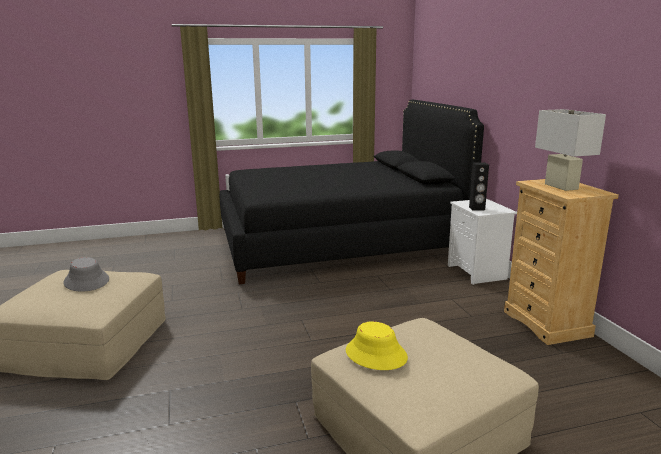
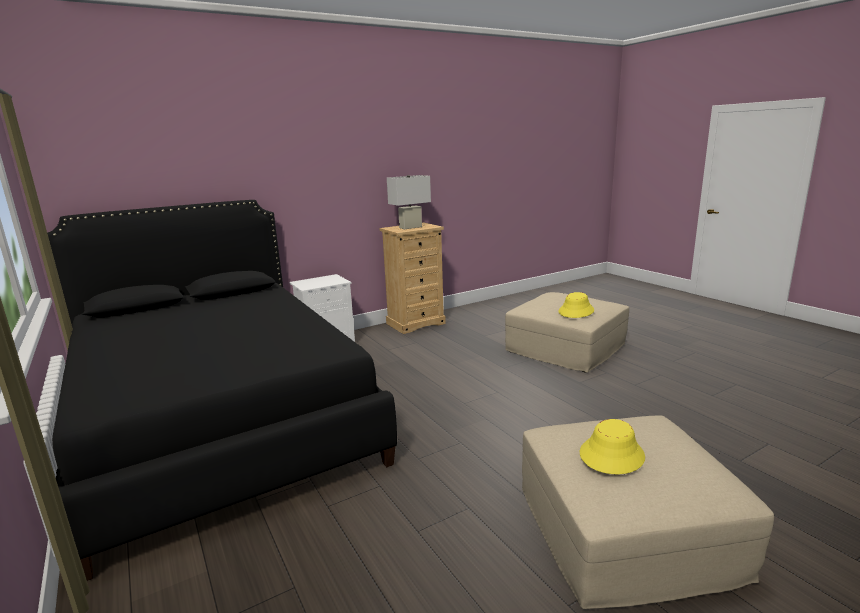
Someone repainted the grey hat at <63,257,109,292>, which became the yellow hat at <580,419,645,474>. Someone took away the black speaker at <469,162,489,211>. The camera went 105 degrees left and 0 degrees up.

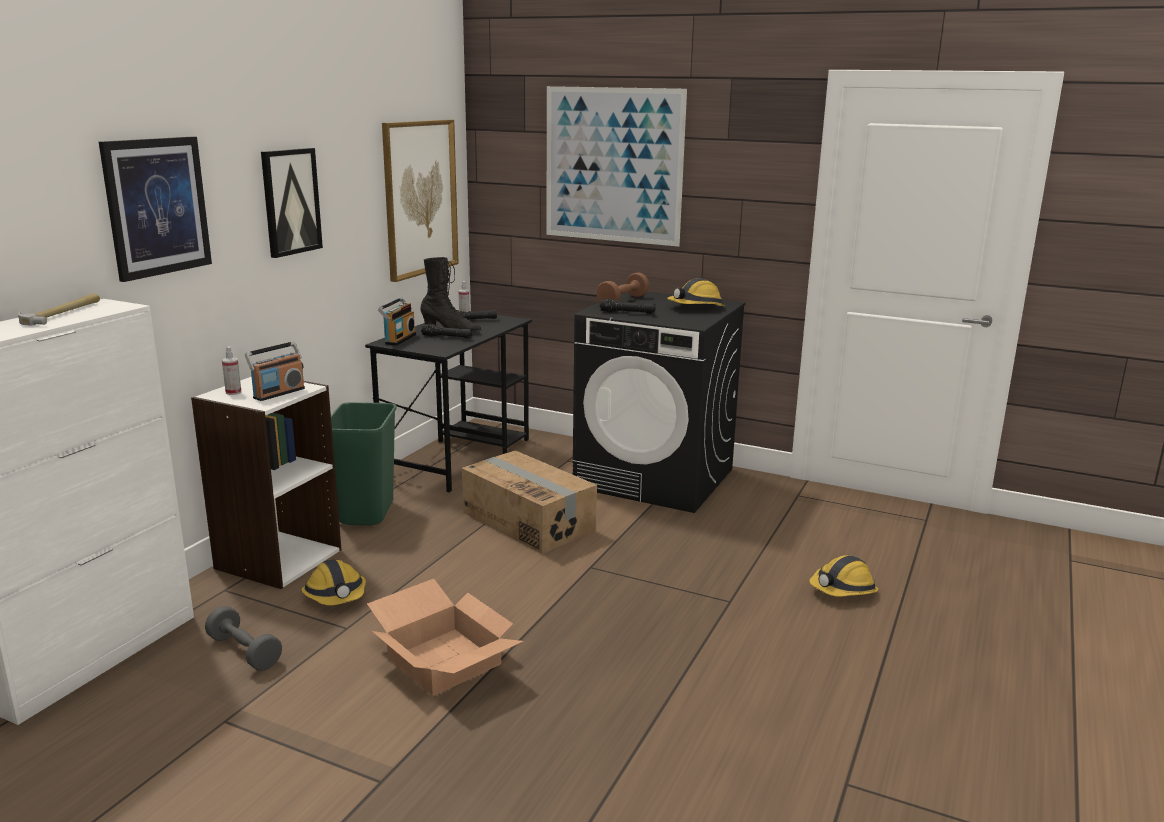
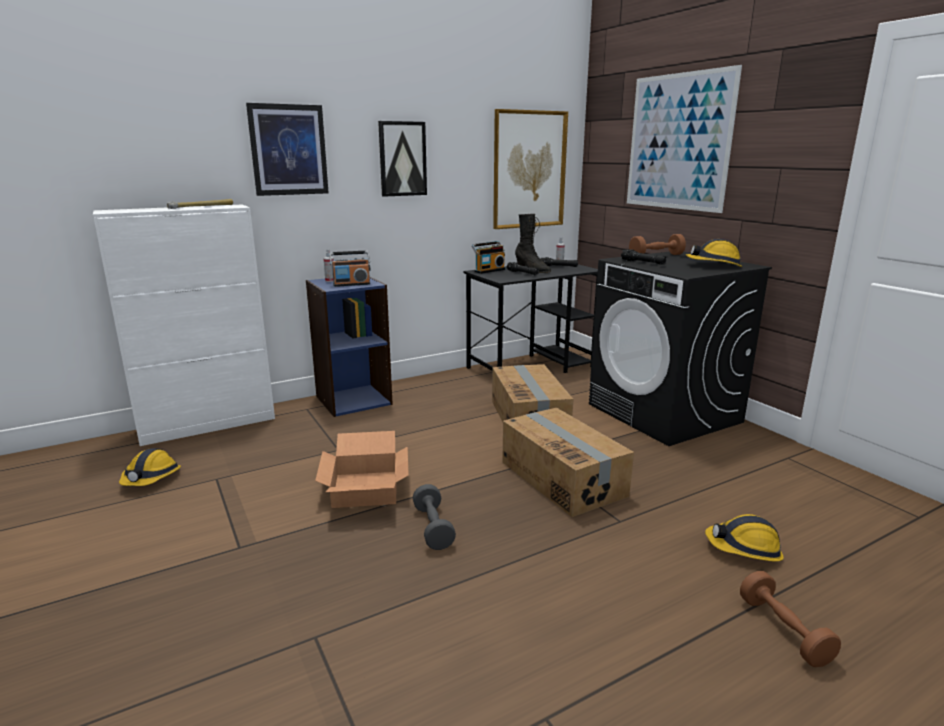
Someone carried the hard hat from <301,559,366,606> to <119,448,181,486>. Someone repainted the white bookcase at <191,377,341,589>, which became the blue bookcase at <306,276,393,417>. Someone carried the grey dumbbell from <205,606,282,671> to <413,484,456,550>. Someone put down the cardboard box at <502,408,634,517>. Someone put down the brown dumbbell at <740,571,841,667>. Someone took away the green trash can at <331,402,397,526>. The camera went 35 degrees right and 0 degrees up.

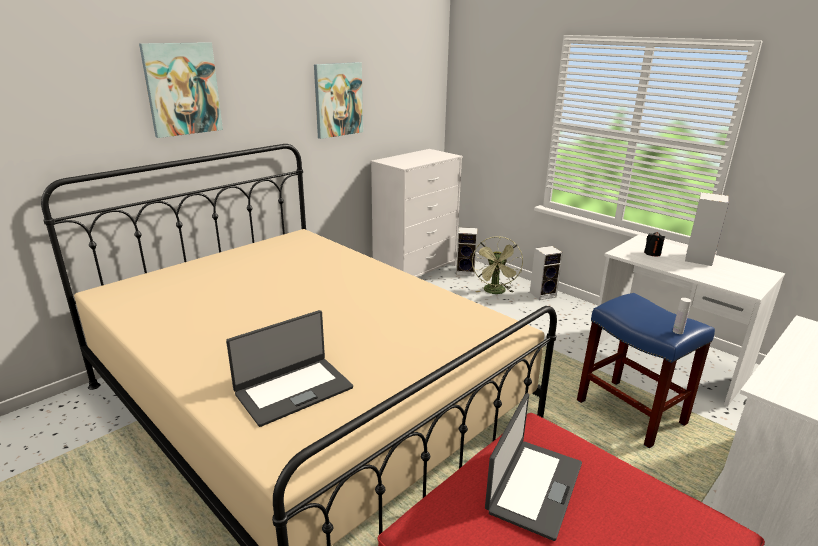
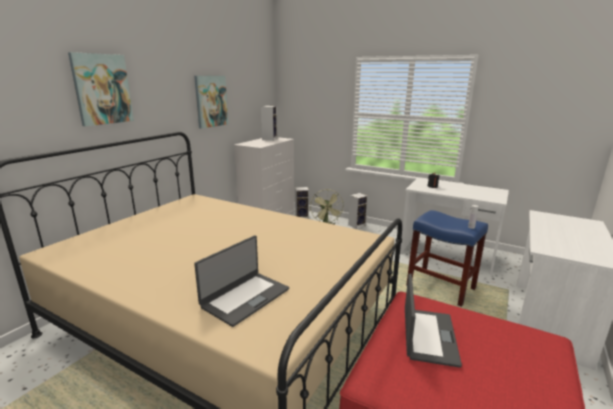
Someone carried the speaker from <685,192,729,266> to <261,106,278,141>. The camera went 15 degrees left and 5 degrees down.

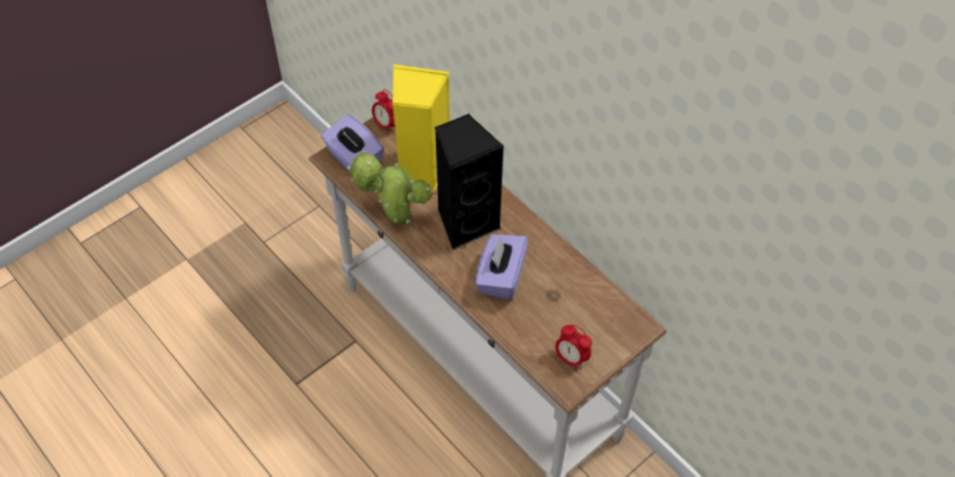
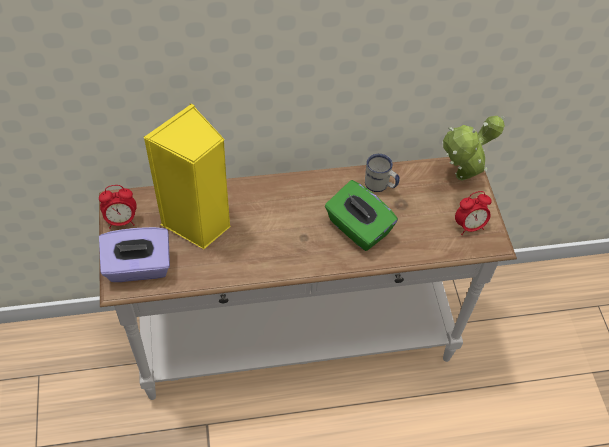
Someone repainted the purple tissue box at <475,234,528,300>, which became the green tissue box at <325,180,398,251>. Someone put down the white mug at <365,154,400,192>. Someone carried the potted plant from <347,150,432,225> to <442,115,505,181>. Someone took away the black speaker at <435,114,504,250>. The camera went 60 degrees left and 0 degrees up.

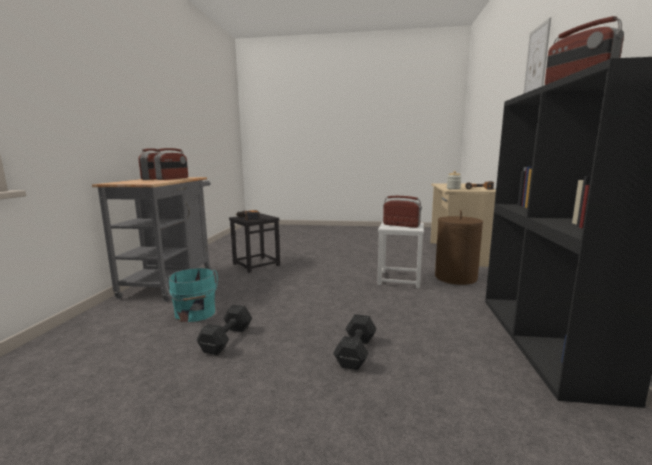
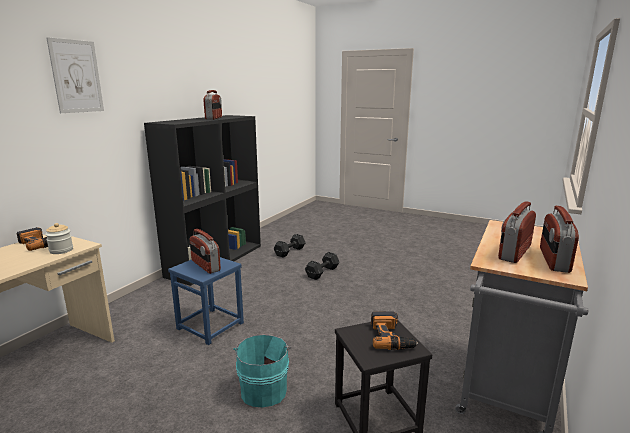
Someone repainted the white stool at <377,222,424,288>, which became the blue stool at <168,257,244,345>. Someone carried the turquoise bucket from <166,268,218,322> to <234,335,291,407>. Someone carried the black dumbbell from <197,305,252,355> to <274,234,306,257>. Someone took away the brown laundry basket at <435,210,483,285>. The camera went 160 degrees left and 5 degrees up.

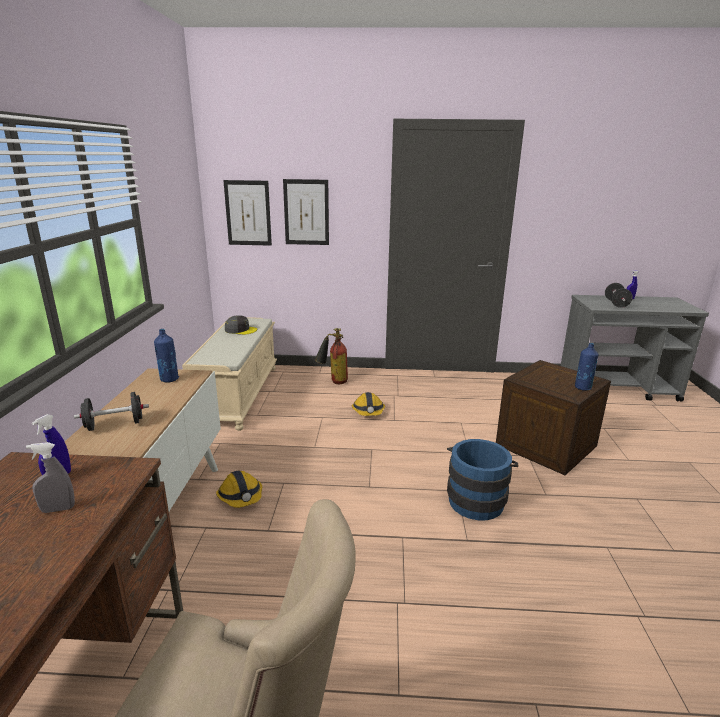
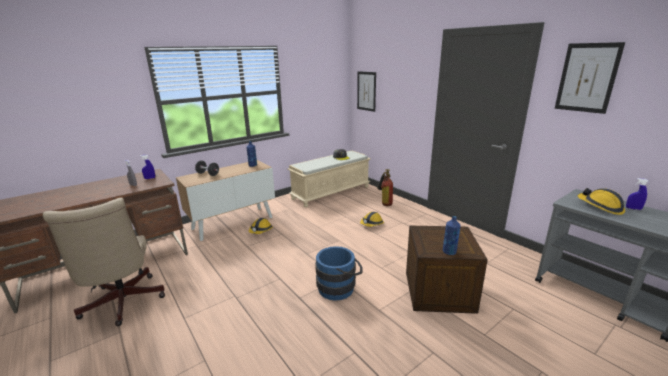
Someone carried the picture from <283,179,329,245> to <555,42,625,114>. Someone swapped the black dumbbell at <605,283,633,308> for the hard hat at <578,188,625,215>. The camera went 50 degrees right and 0 degrees up.

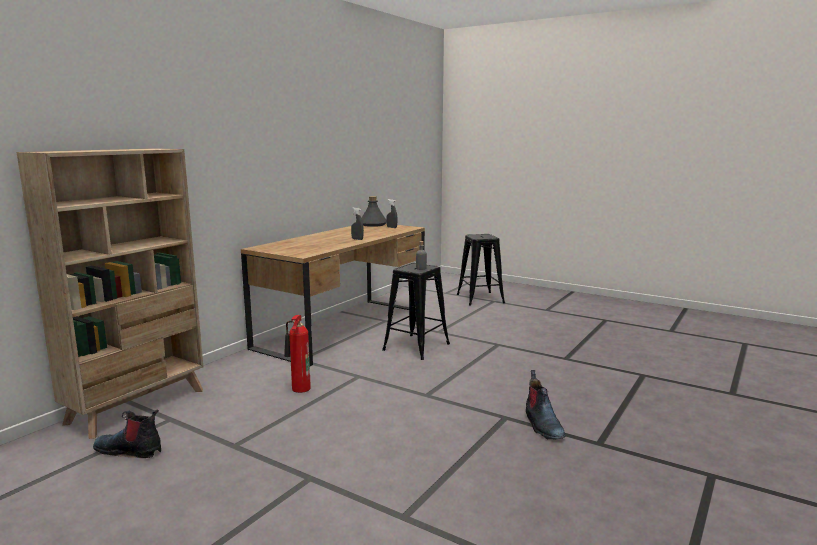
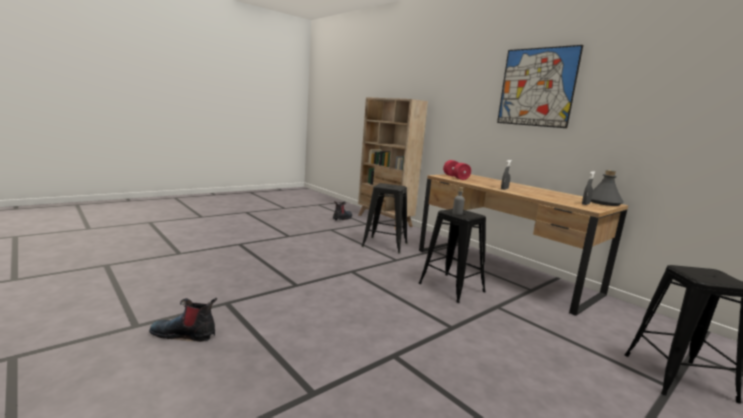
Someone carried the boot from <526,370,566,440> to <149,298,217,342>. Someone swapped the fire extinguisher at <284,315,311,393> for the black stool at <361,183,408,254>. Someone put down the red dumbbell at <443,160,471,180>. Someone put up the picture at <497,45,583,128>. The camera went 105 degrees right and 0 degrees up.

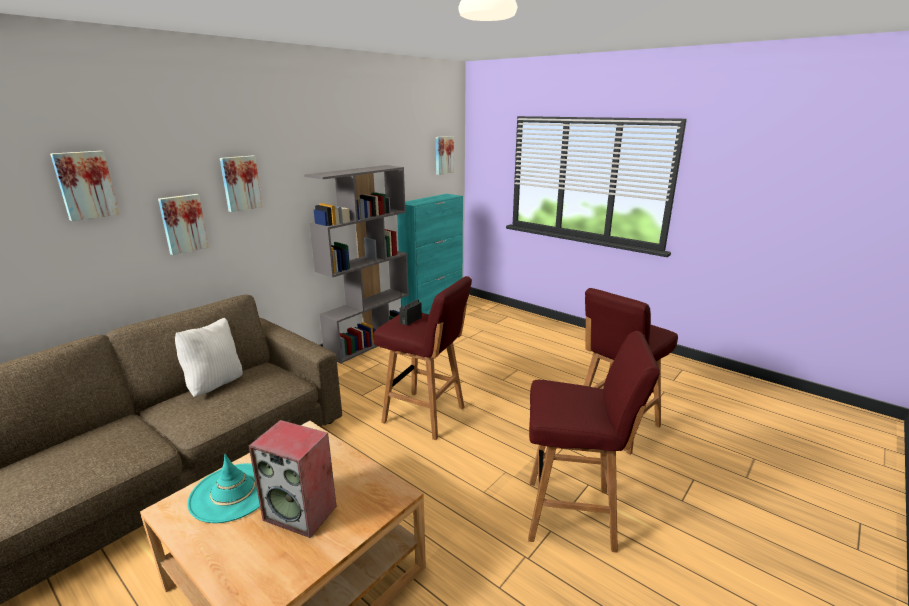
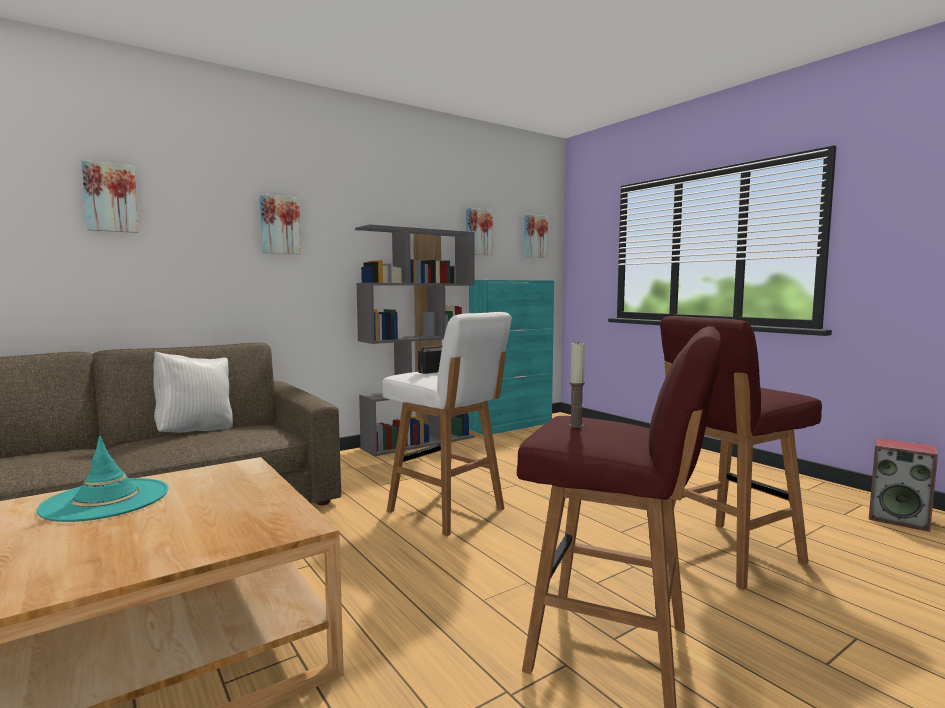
Someone repainted the red stool at <374,276,472,440>, which became the white stool at <382,312,512,536>. Someone carried the picture from <158,194,209,255> to <466,208,493,256>. Someone put down the candle at <569,341,585,428>. Someone carried the speaker from <249,420,336,538> to <869,438,938,532>. The camera went 15 degrees right and 15 degrees down.

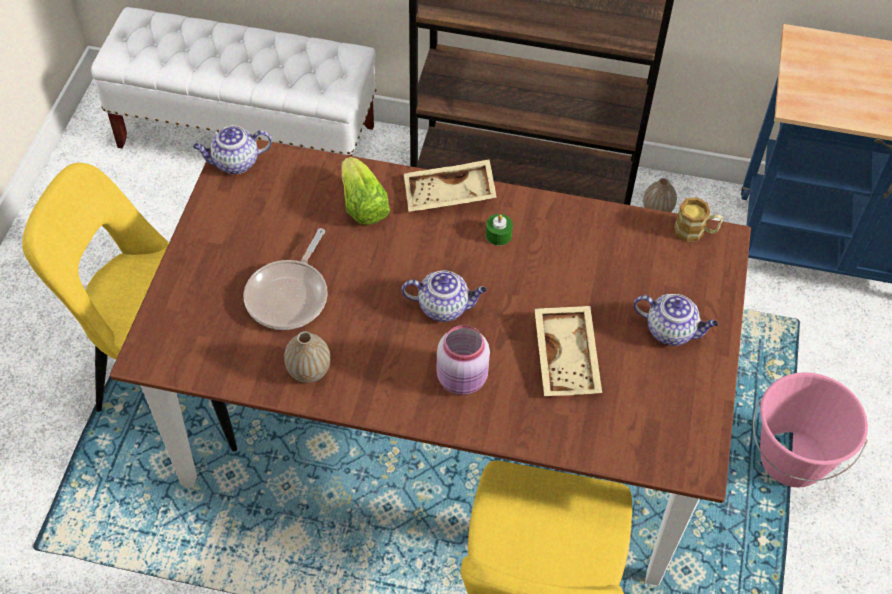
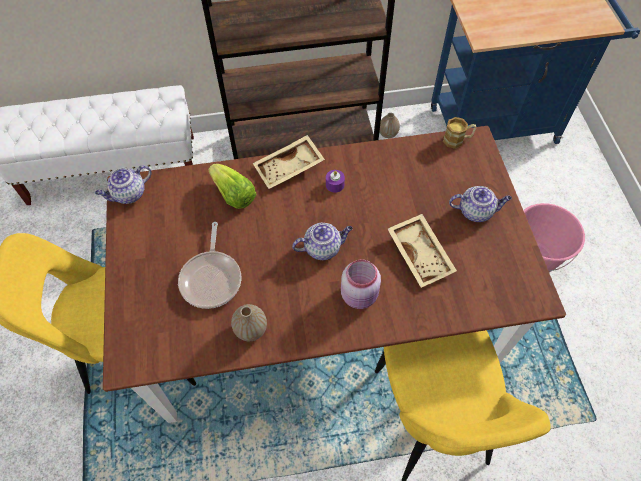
Someone repainted the green candle at <486,214,513,246>, which became the purple candle at <326,170,345,193>. The camera went 20 degrees left and 5 degrees up.

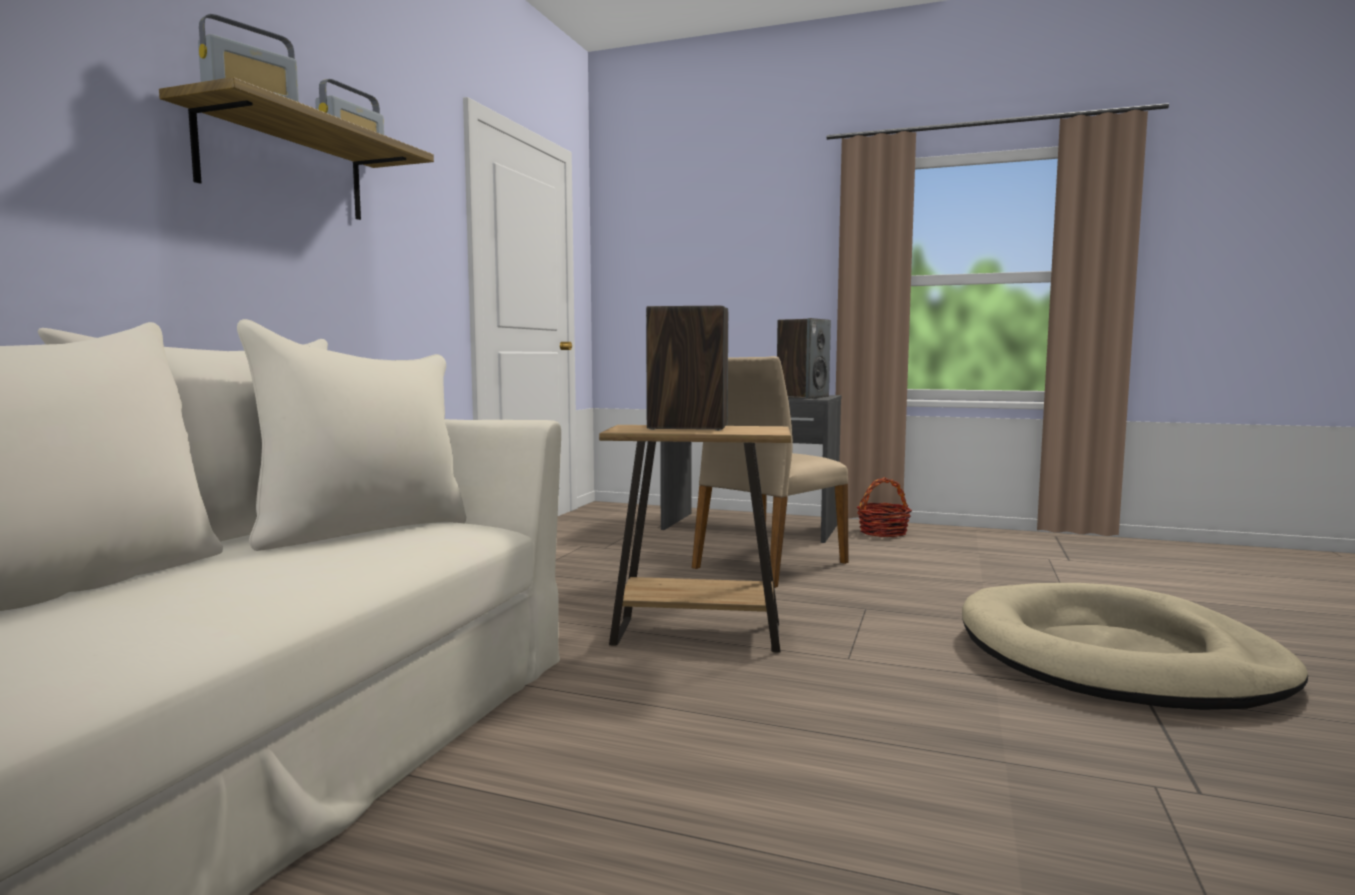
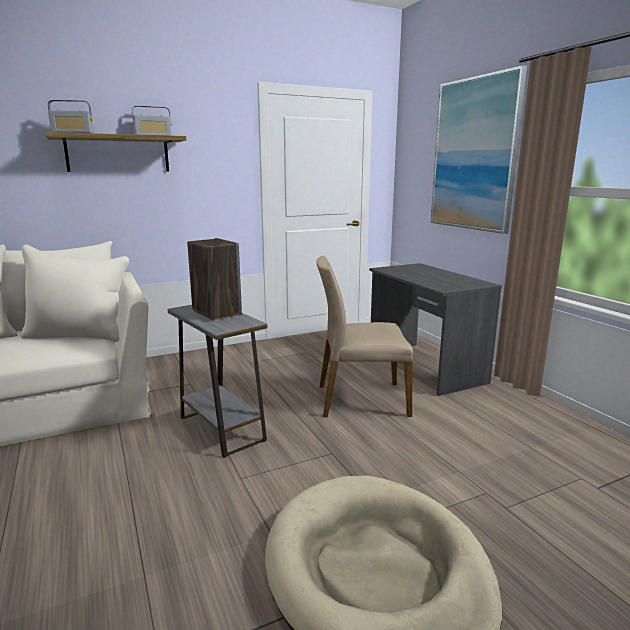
Someone repainted the brown side table at <599,425,791,653>, which became the grey side table at <168,305,268,458>. Someone put up the picture at <431,65,527,234>. Someone took away the speaker at <777,318,831,399>. Someone took away the basket at <857,477,912,537>. The camera went 45 degrees right and 10 degrees up.

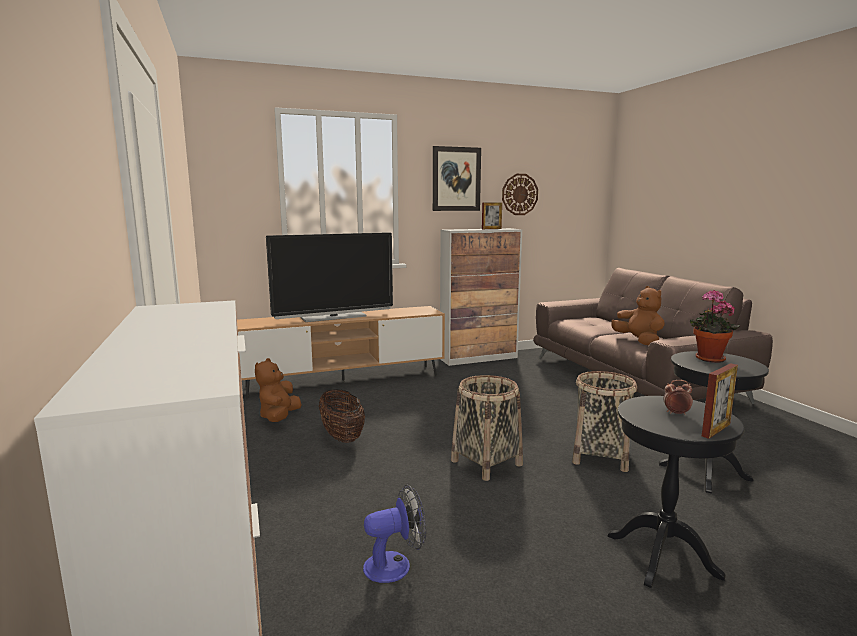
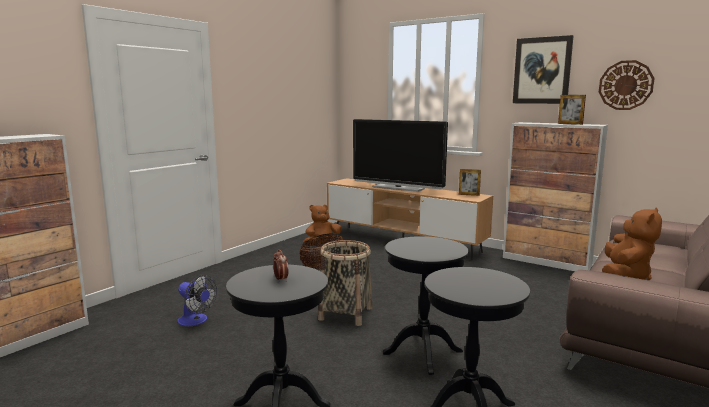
Someone swapped the basket at <572,371,637,472> for the black side table at <383,236,469,375>. Someone carried the picture frame from <702,363,738,439> to <459,169,481,196>. Someone took away the potted plant at <690,290,740,363>. The camera went 55 degrees right and 0 degrees up.

